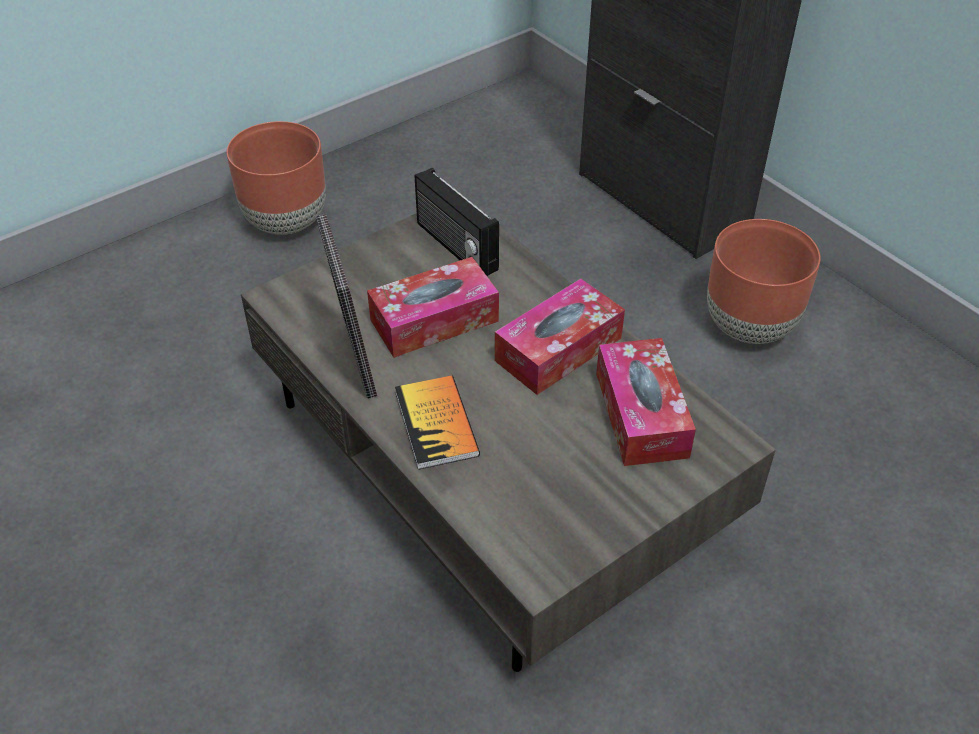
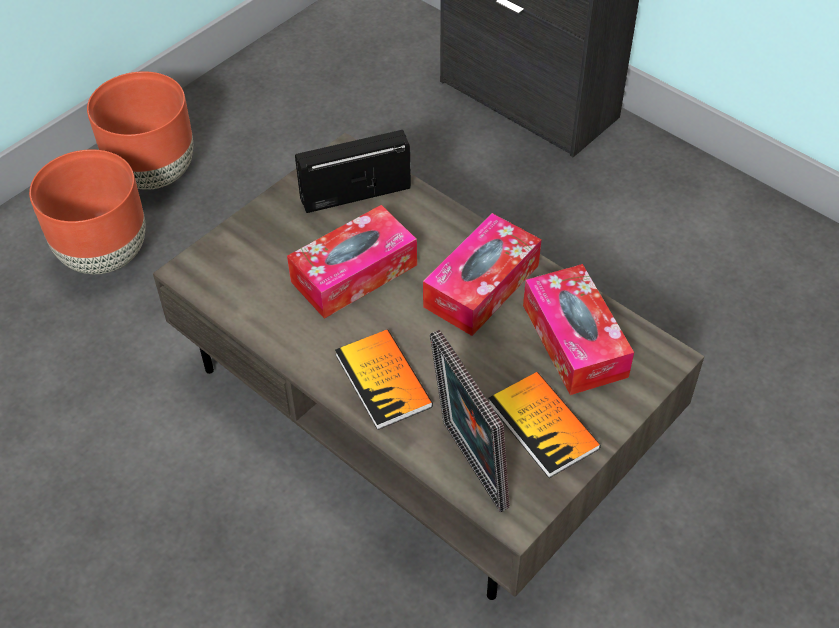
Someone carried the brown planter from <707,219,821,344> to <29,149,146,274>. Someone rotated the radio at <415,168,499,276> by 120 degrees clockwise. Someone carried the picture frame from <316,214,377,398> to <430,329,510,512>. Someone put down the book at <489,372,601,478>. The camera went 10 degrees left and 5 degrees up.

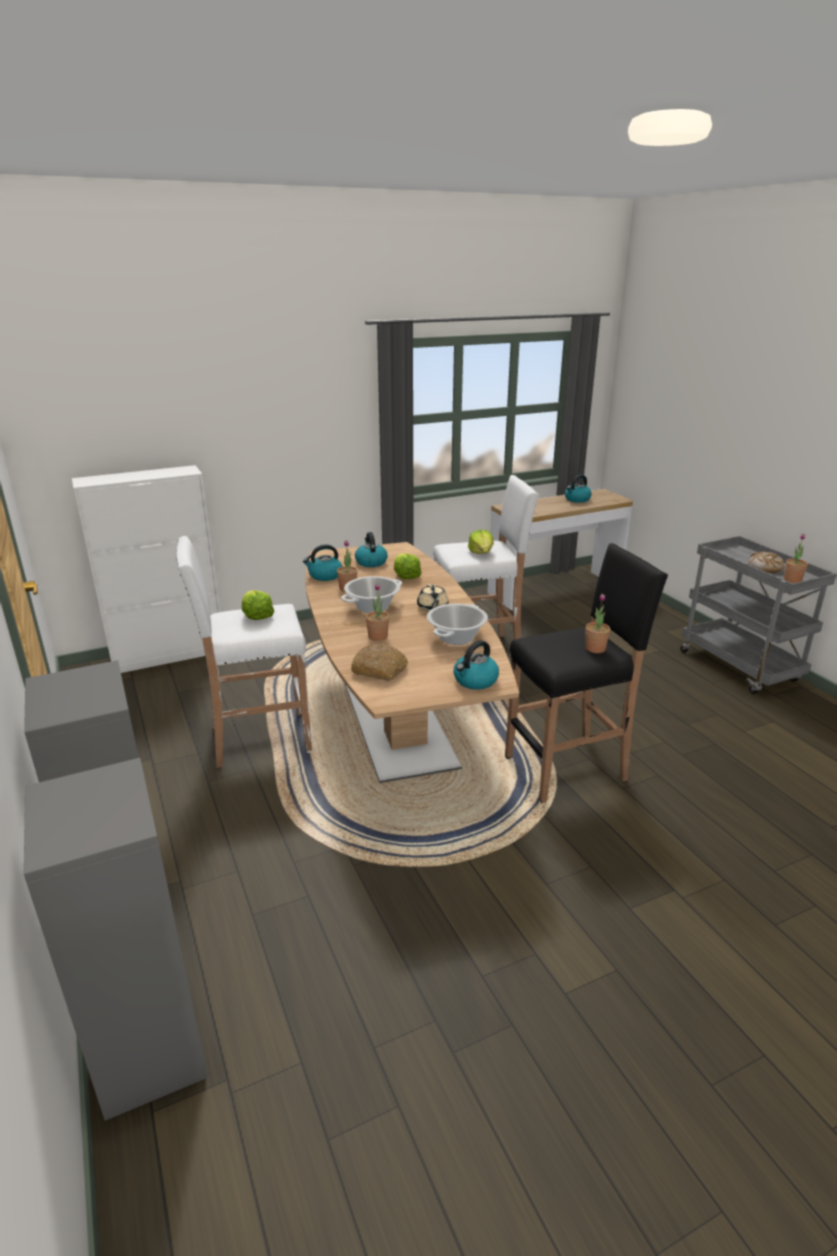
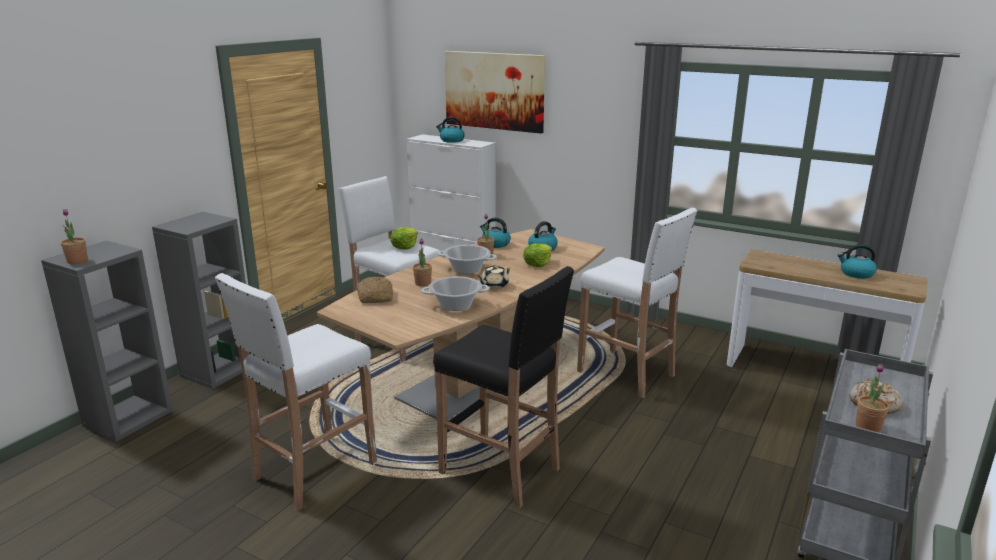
Someone carried the potted plant from <585,594,610,653> to <61,209,88,264>. Someone put down the white stool at <215,273,377,511>. Someone carried the kettle from <453,640,499,690> to <436,117,465,143>. Someone put up the picture at <445,51,545,134>. Someone took away the lettuce at <468,530,494,554>. The camera went 55 degrees right and 5 degrees down.

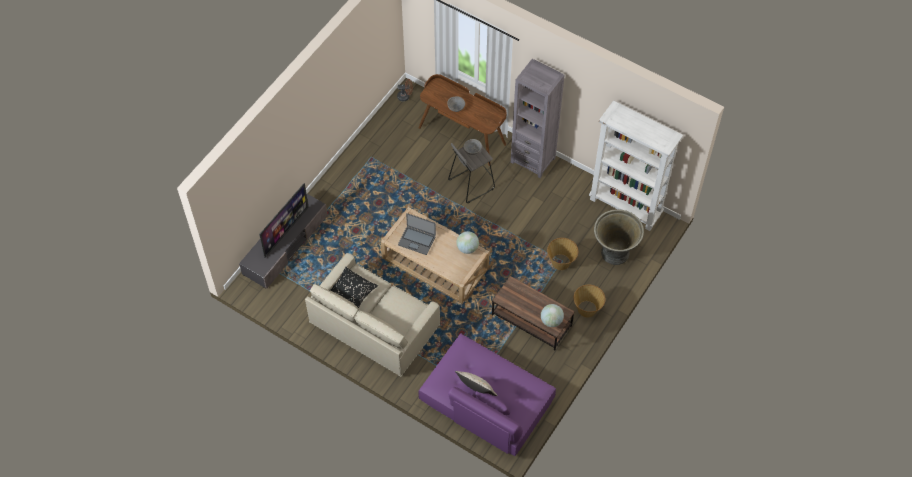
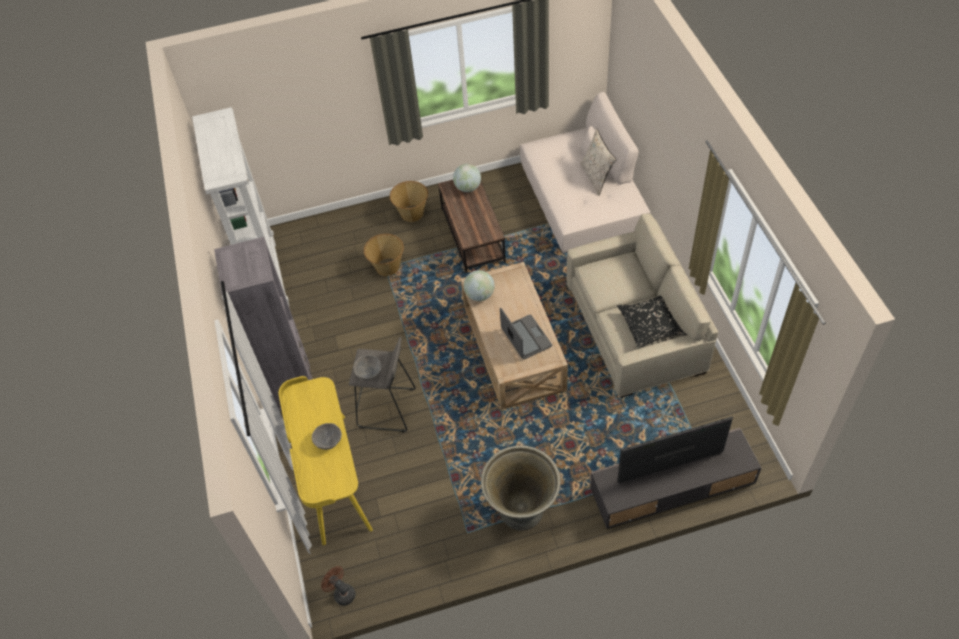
Someone repainted the brown desk at <418,74,506,166>, which became the yellow desk at <278,376,373,545>. Someone carried the grey planter from <594,209,644,265> to <481,445,561,531>. Someone repainted the purple sofa at <418,333,556,456>, which became the beige sofa at <520,92,651,253>. The camera went 135 degrees left and 5 degrees down.

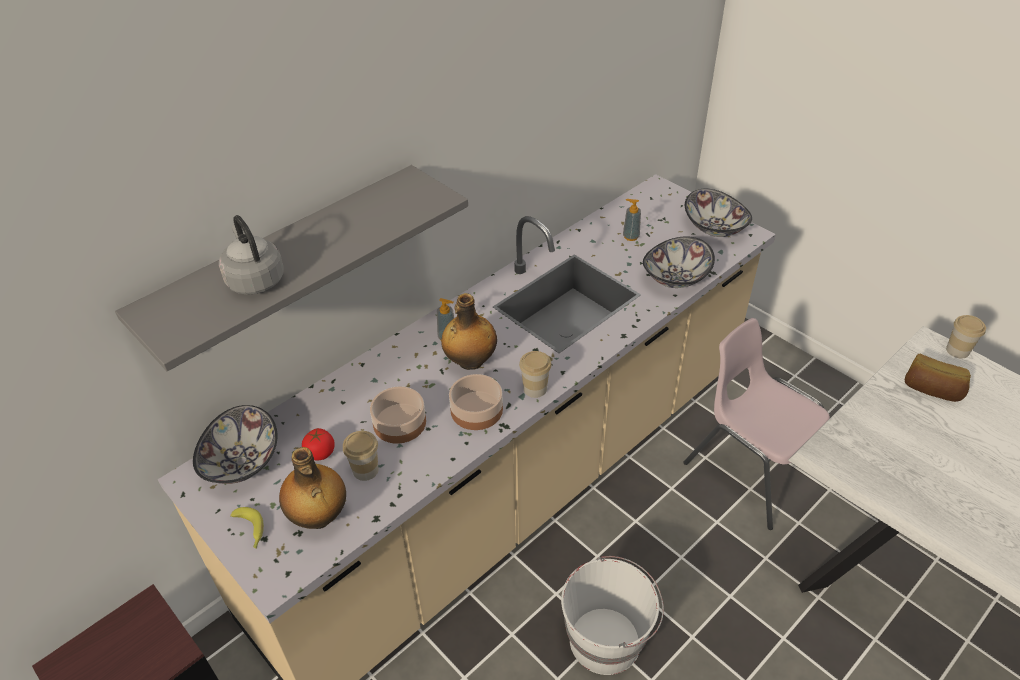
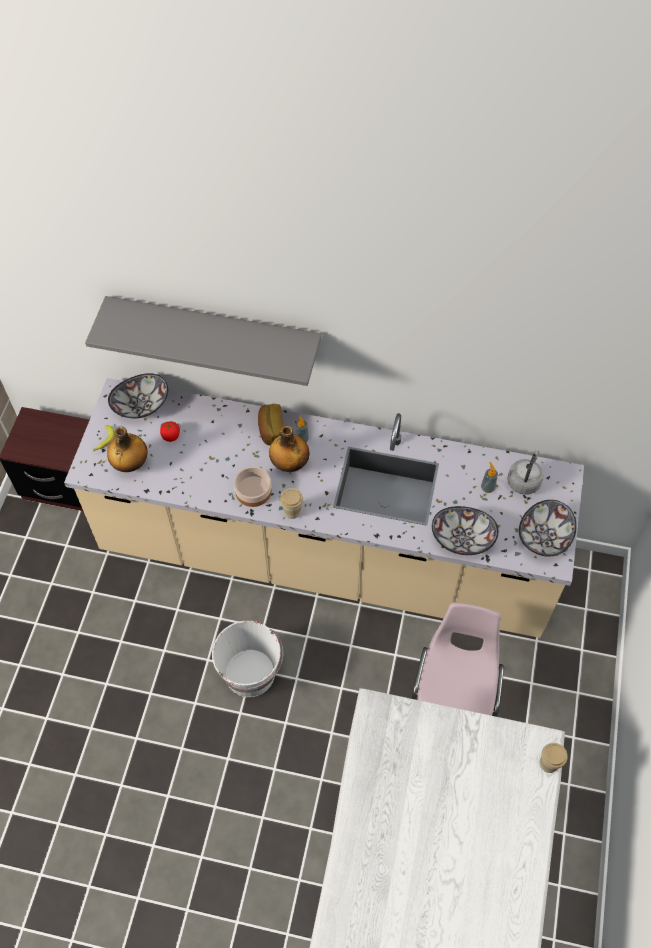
Someone carried the bread from <905,354,971,402> to <258,404,283,445>. Someone carried the grey kettle from <219,215,284,294> to <507,450,544,495>. Someone took away the cup at <343,431,379,481>. Someone took away the bowl at <370,386,426,444>. The camera went 55 degrees right and 15 degrees up.

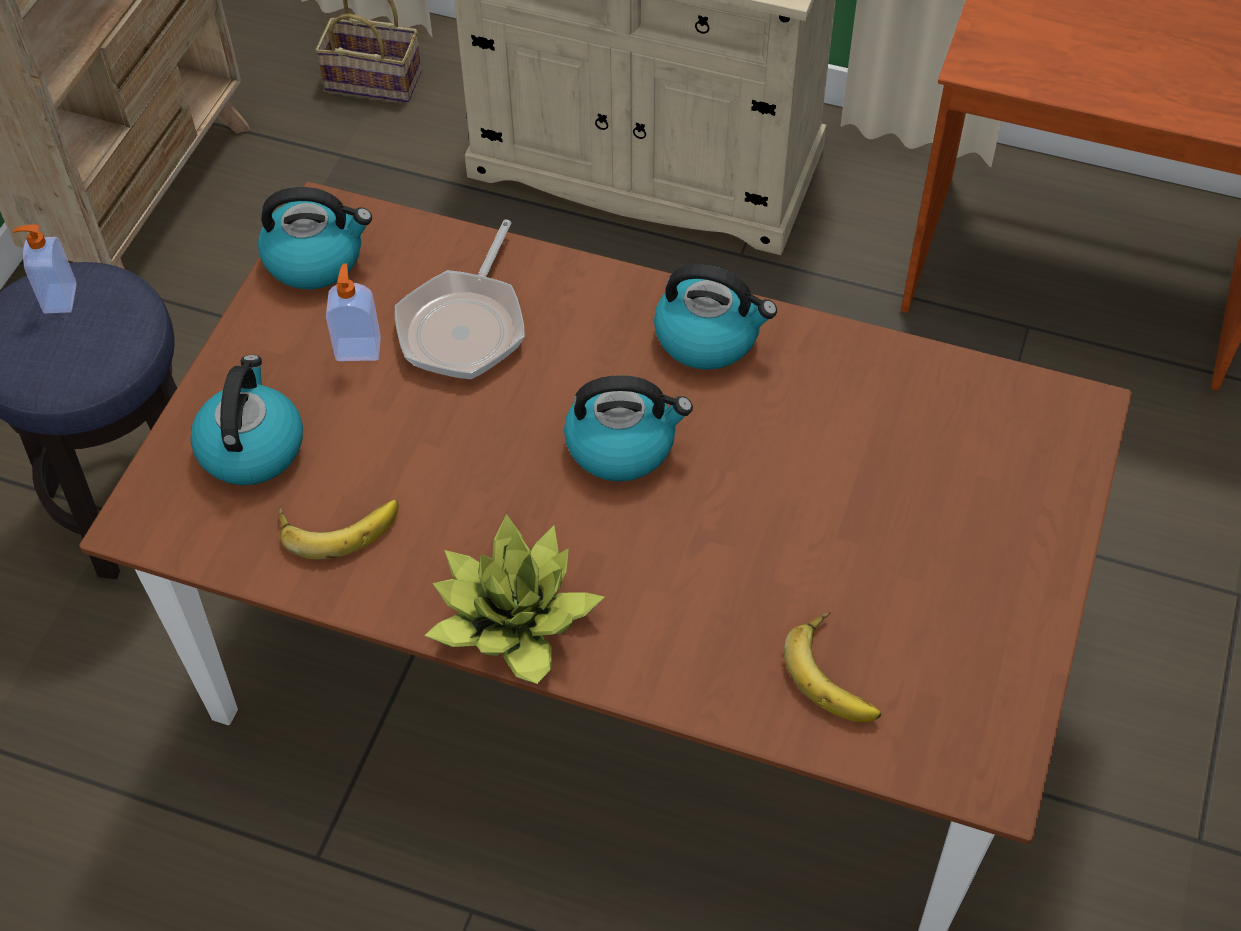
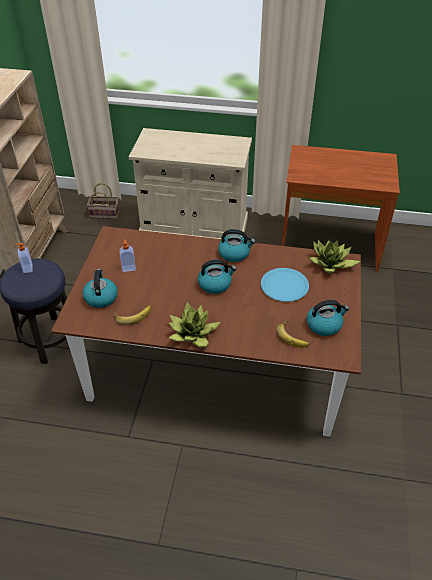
Someone put down the blue plate at <261,268,309,302>. Someone carried the kettle from <258,187,372,289> to <307,300,349,336>. Someone put down the potted plant at <309,240,361,273>. Someone took away the frying pan at <395,220,525,379>. The camera went 10 degrees left and 10 degrees down.

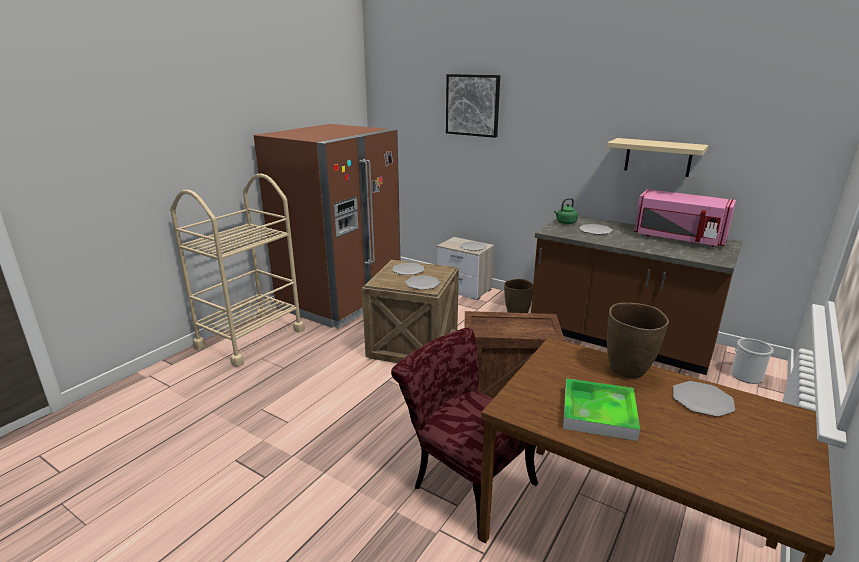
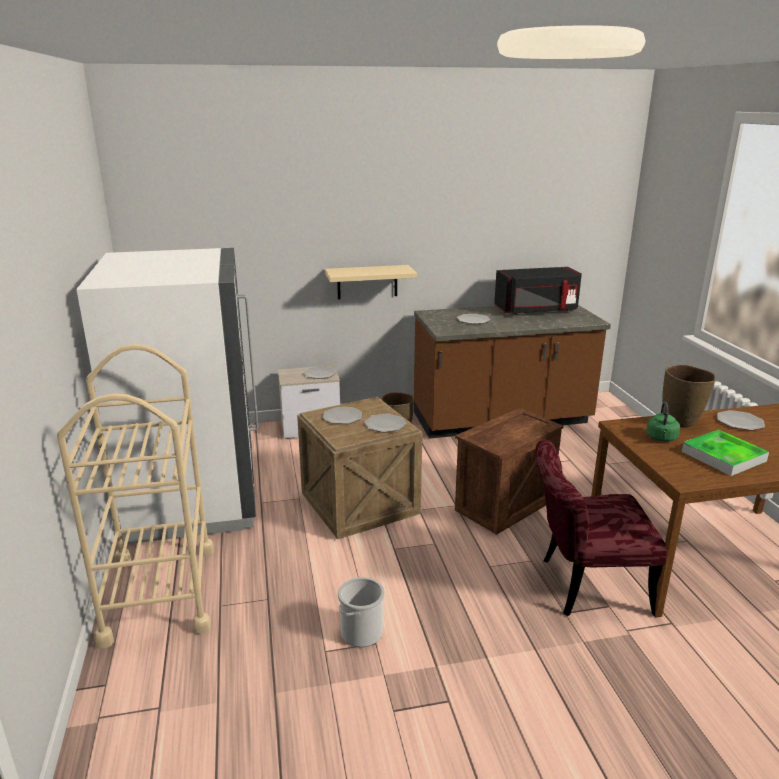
Someone repainted the brown fridge at <254,124,401,329>, which became the white fridge at <77,248,258,544>. Someone carried the beige shelf from <607,138,708,177> to <325,265,417,299>. Someone carried the bucket from <731,338,774,384> to <338,577,385,647>. Someone repainted the pink microwave at <634,189,736,247>, which became the black microwave at <494,267,582,314>. Someone carried the green kettle from <554,198,578,224> to <647,401,680,442>. Someone took away the picture at <446,74,500,138>. The camera went 45 degrees left and 0 degrees up.

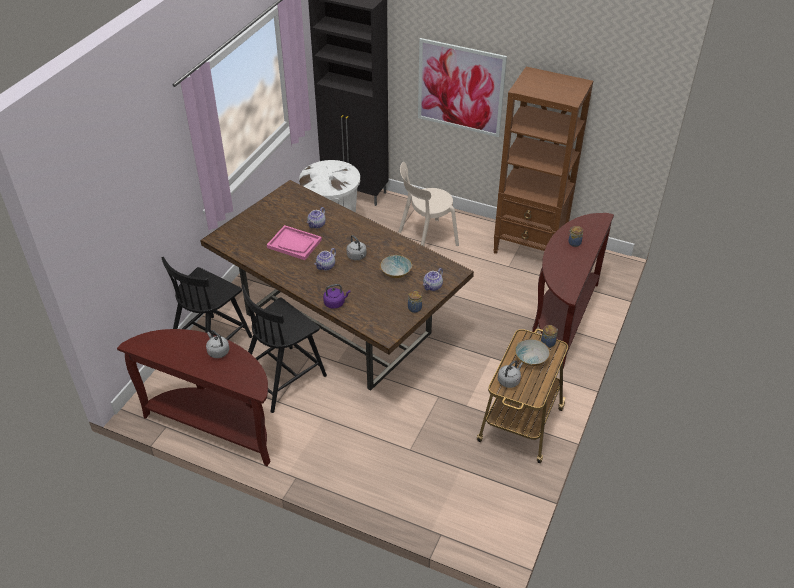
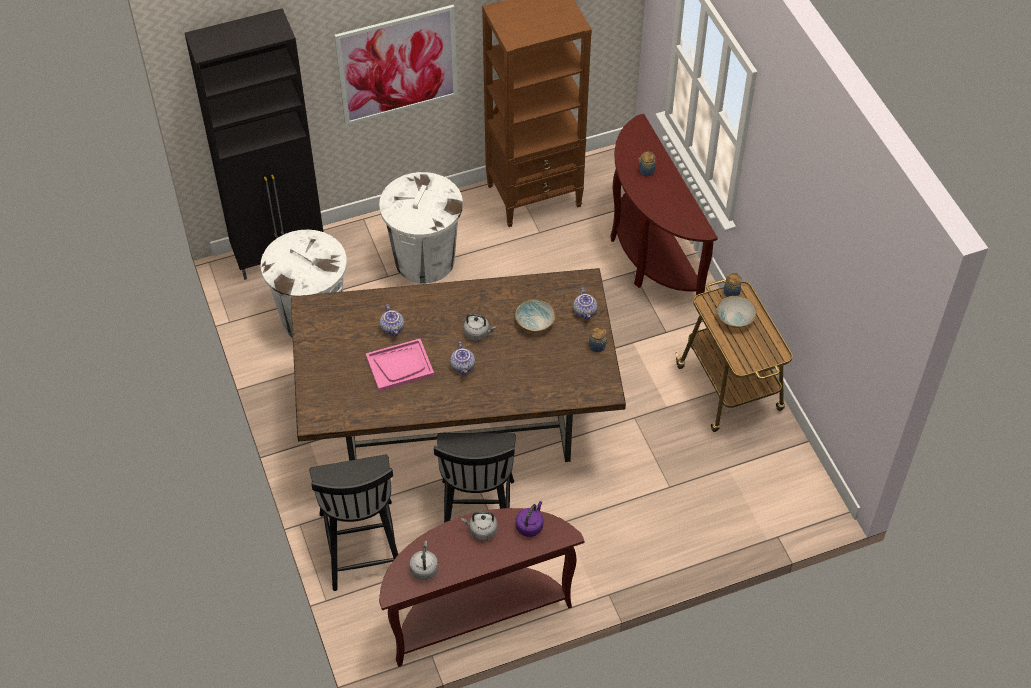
Someone swapped the beige chair at <398,162,459,246> for the white trash can at <379,172,463,283>. Someone carried the grey kettle from <498,360,523,388> to <410,541,438,580>. Someone carried the purple kettle from <323,284,351,309> to <516,501,543,537>. The camera went 45 degrees left and 10 degrees up.

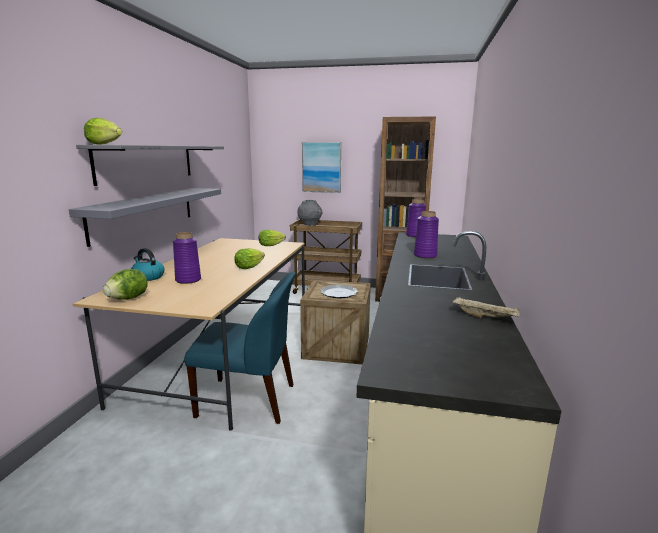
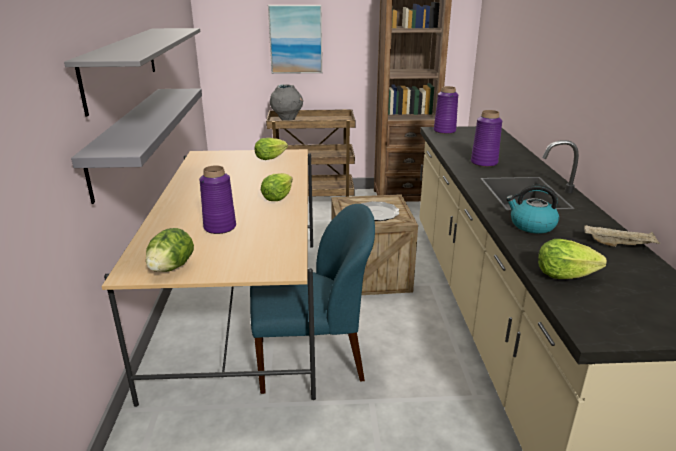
Someone carried the kettle from <131,248,165,281> to <506,185,559,234>. Someone carried the lettuce from <84,118,122,145> to <538,239,607,279>. The camera went 15 degrees left and 10 degrees up.

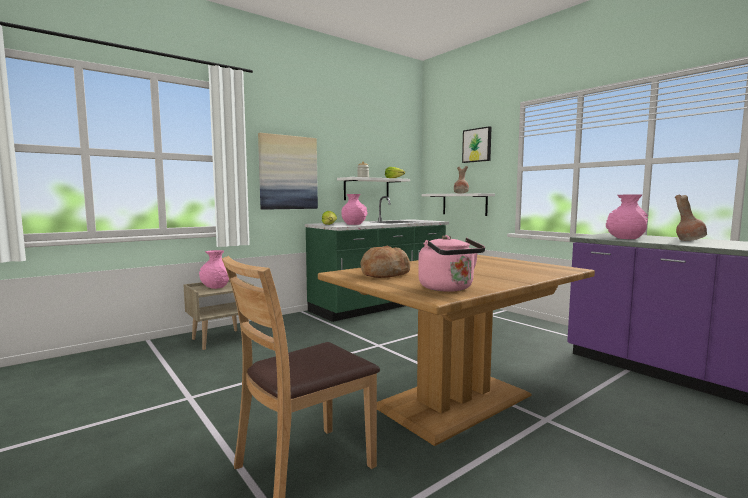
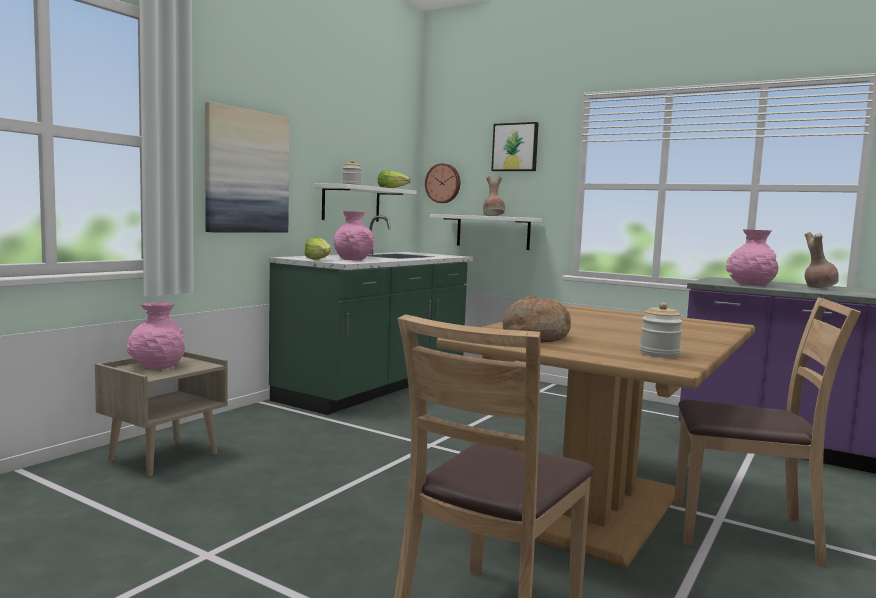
Someone put up the wall clock at <425,163,460,203>. Someone swapped the pink kettle at <418,235,485,292> for the jar at <640,302,683,358>. Someone put down the brown chair at <674,297,861,567>. The camera went 20 degrees left and 0 degrees up.

